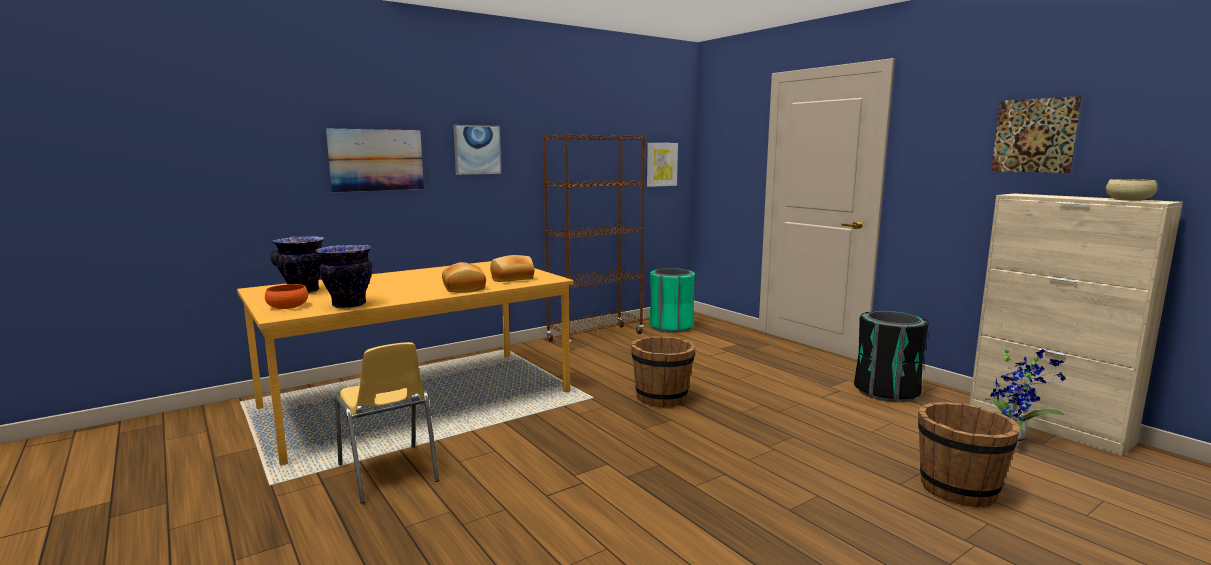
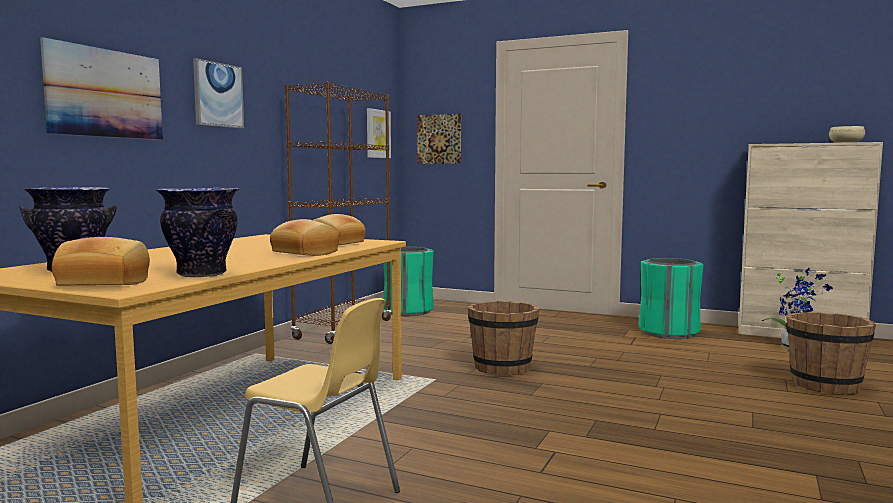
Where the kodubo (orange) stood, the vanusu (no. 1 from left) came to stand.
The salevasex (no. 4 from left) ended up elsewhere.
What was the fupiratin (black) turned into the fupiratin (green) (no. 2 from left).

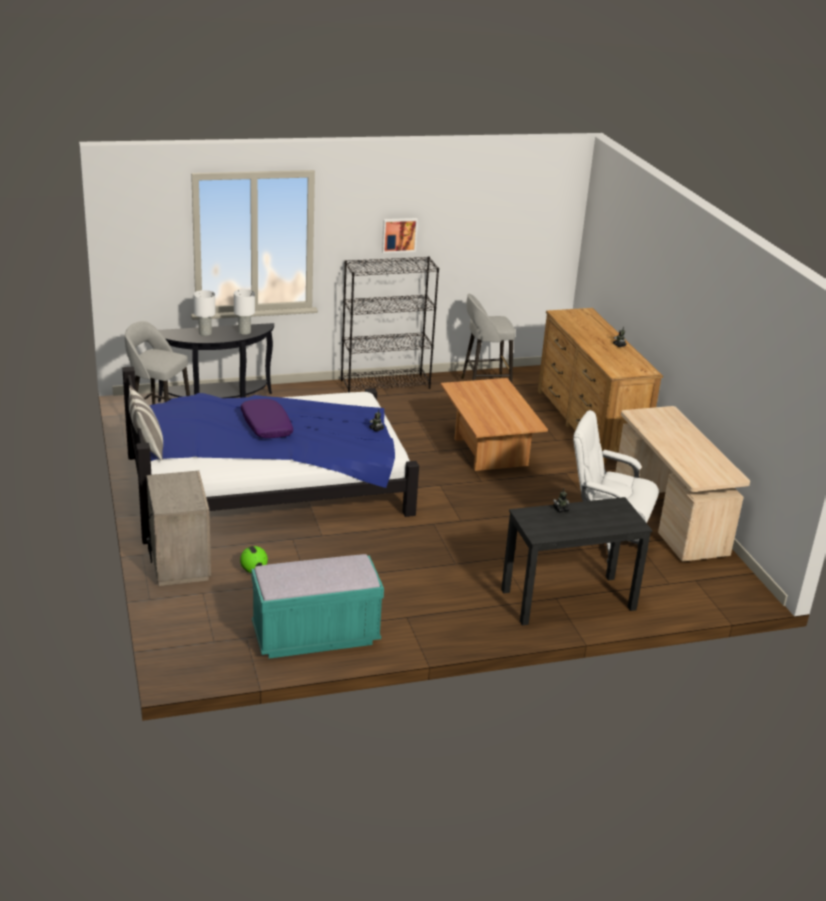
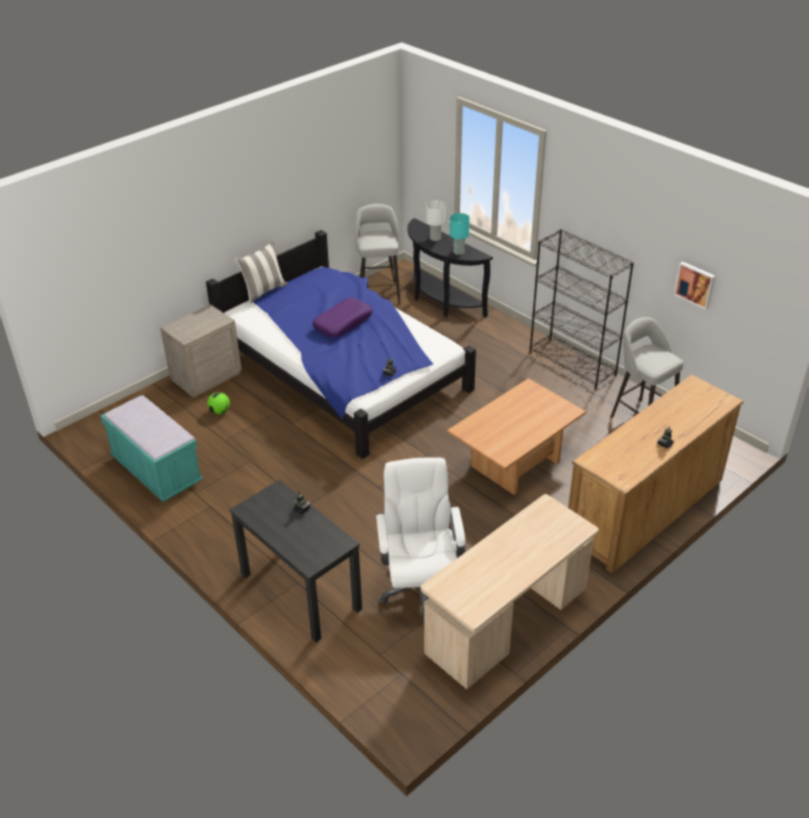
What was the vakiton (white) (no. 2 from left) turned into the vakiton (turquoise).
The salevasex ended up elsewhere.

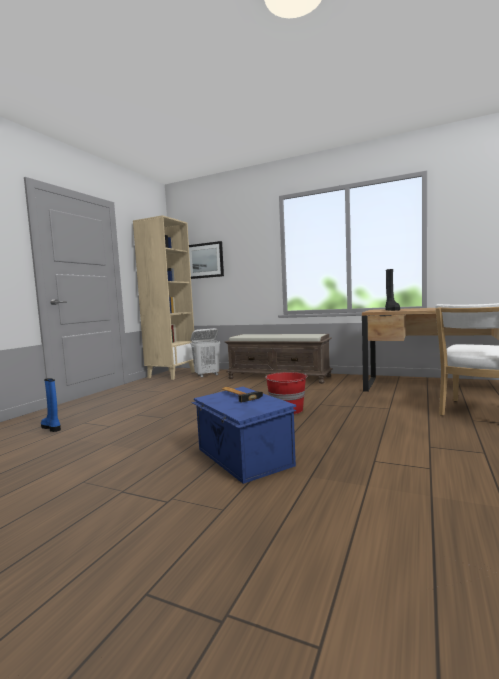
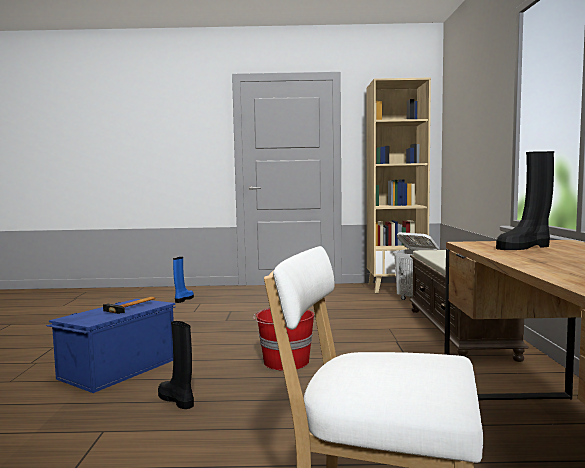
The second view gained the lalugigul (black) (no. 1 from left).
The second view lost the salevasex.

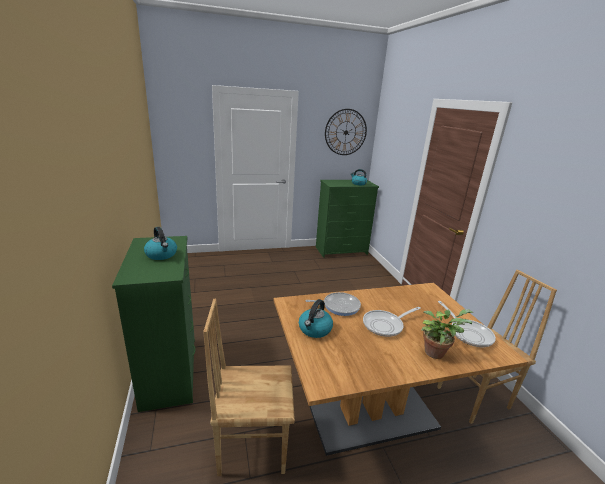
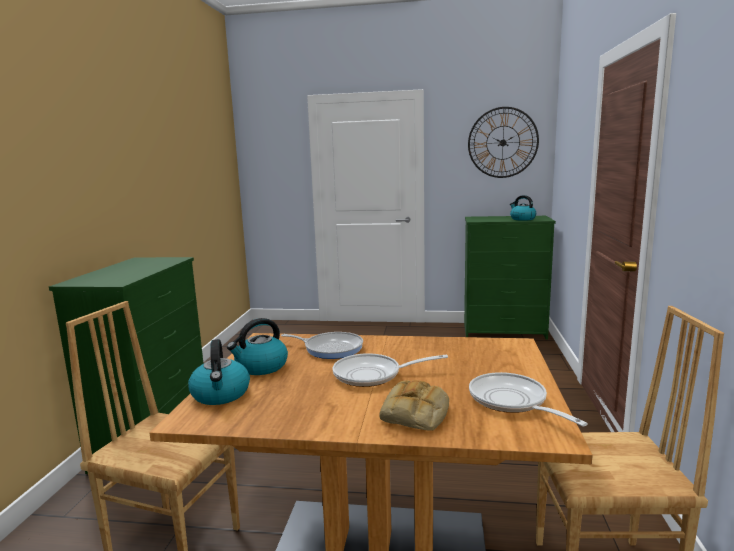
The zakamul (no. 1 from left) ended up elsewhere.
Where the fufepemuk stood, the vanusu came to stand.
The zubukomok (no. 3 from left) ended up facing another way, 150 degrees clockwise from before.

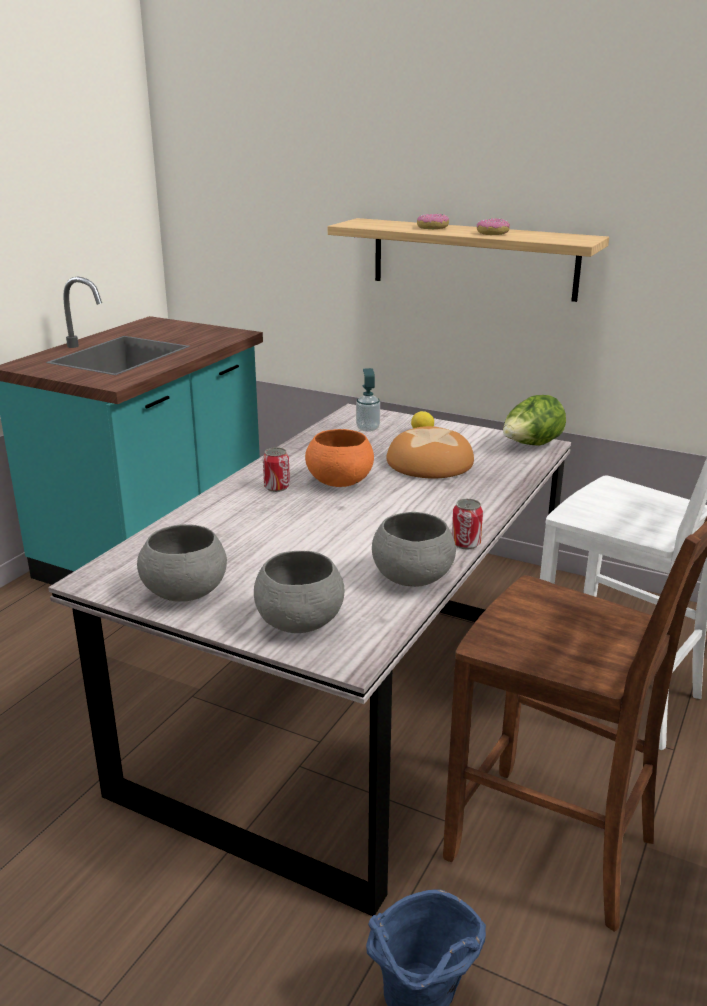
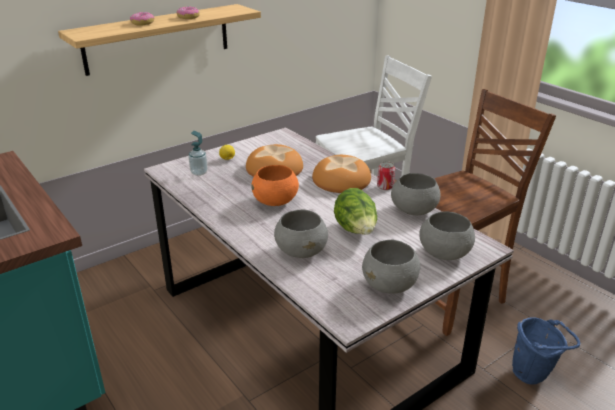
The second view gained the kodubo (grey) (no. 1 from left).
The second view gained the vanusu (no. 2 from left).
The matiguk ended up elsewhere.
The second view lost the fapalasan (no. 1 from left).

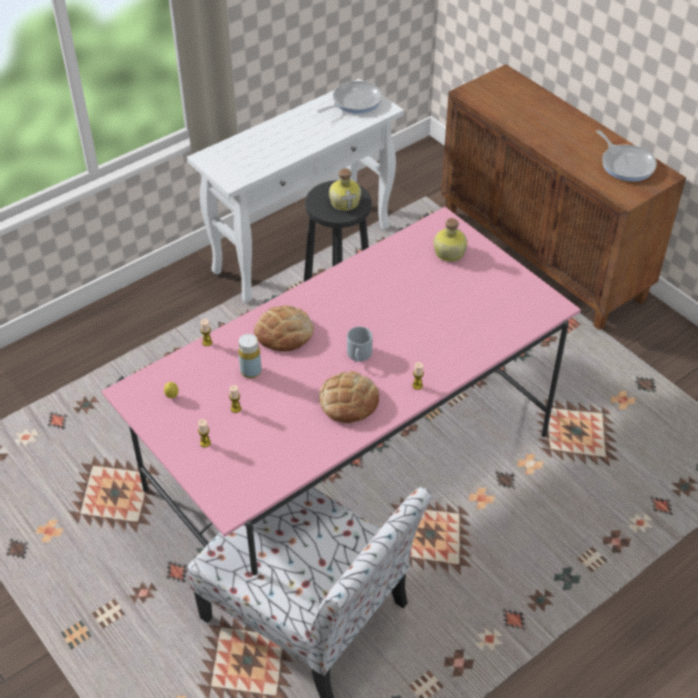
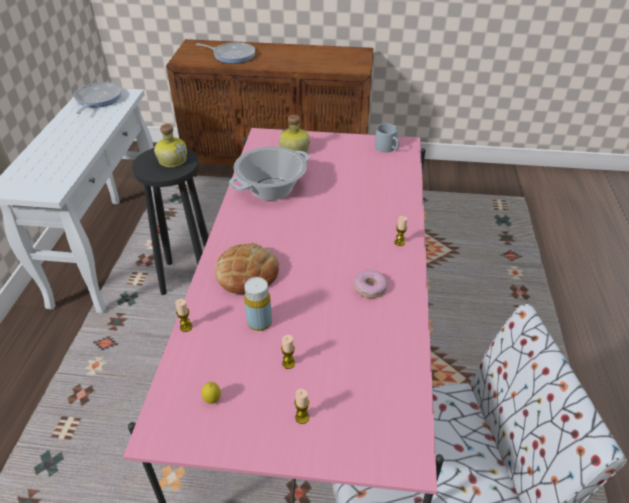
The zubukomok (no. 2 from left) ended up elsewhere.
The second view gained the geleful.
Where the vanusu (no. 2 from left) stood, the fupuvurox came to stand.
The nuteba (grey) ended up elsewhere.

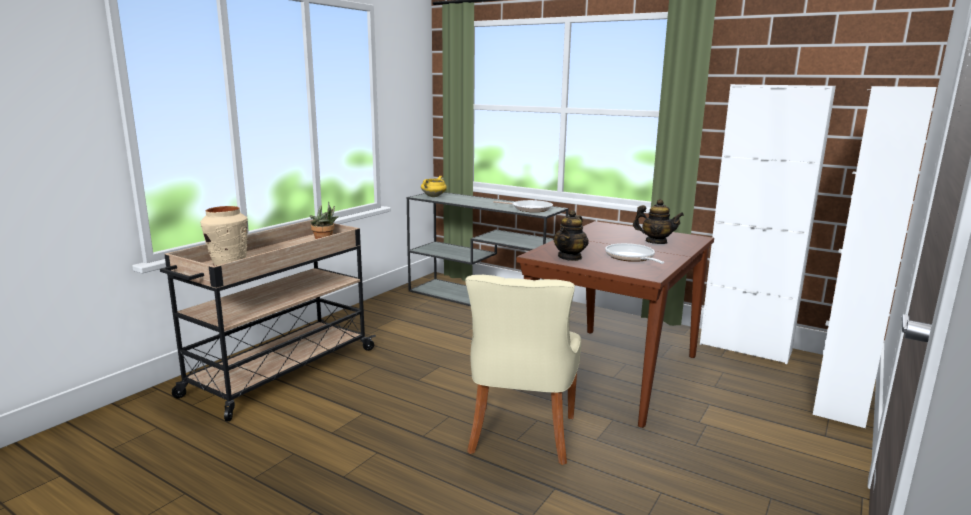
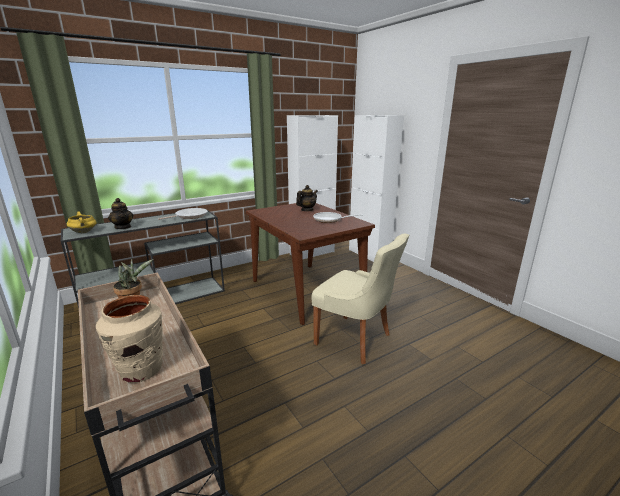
The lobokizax (no. 1 from left) ended up elsewhere.

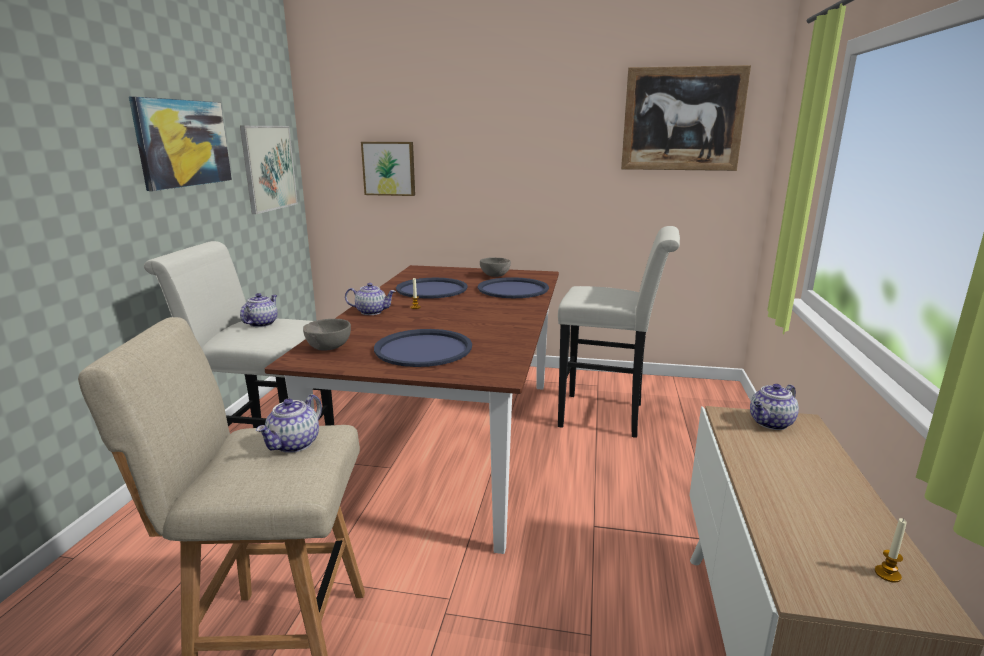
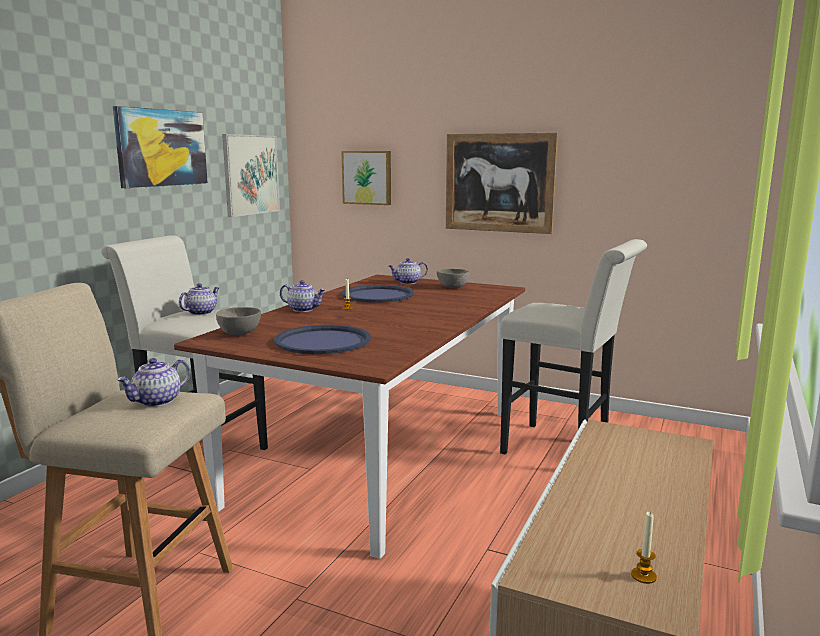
The lobokizax (no. 4 from left) ended up elsewhere.
The salevasex (no. 4 from left) ended up elsewhere.
The second view lost the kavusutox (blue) (no. 3 from left).

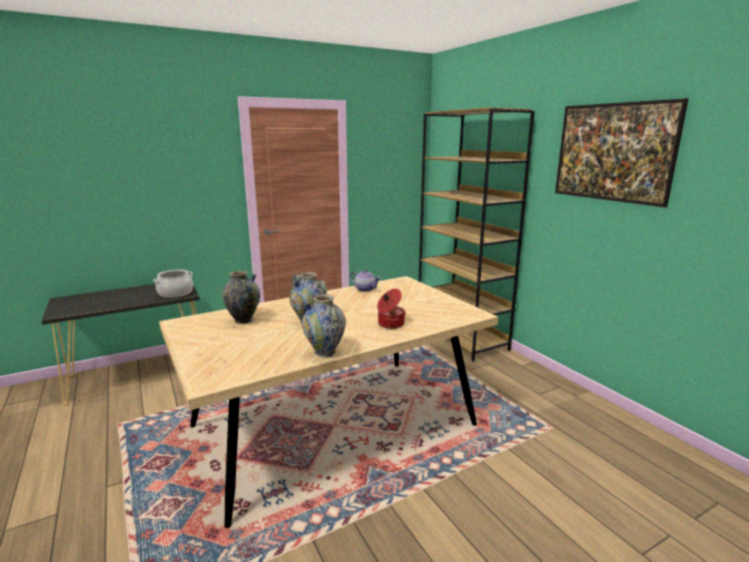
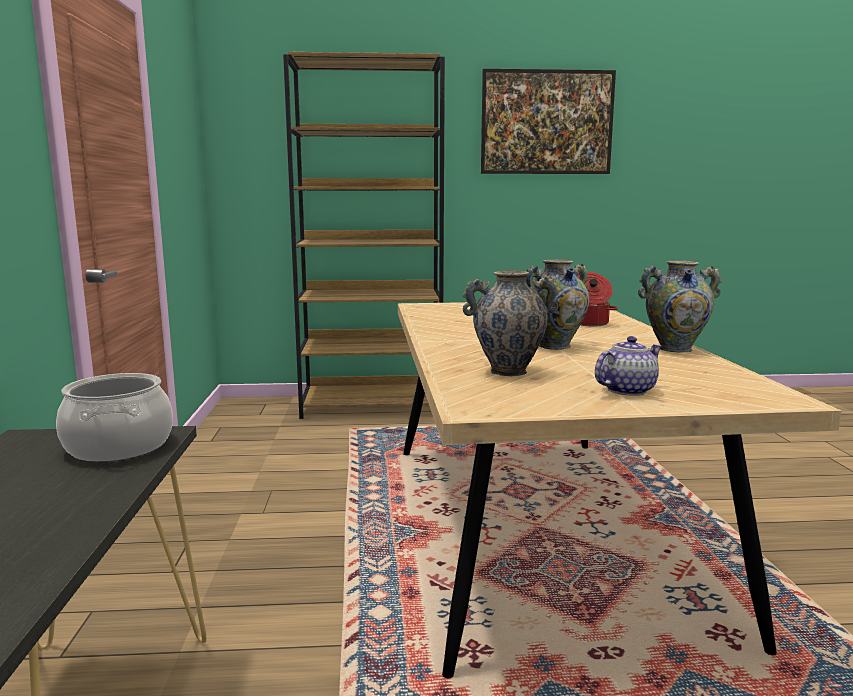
The lobokizax ended up elsewhere.

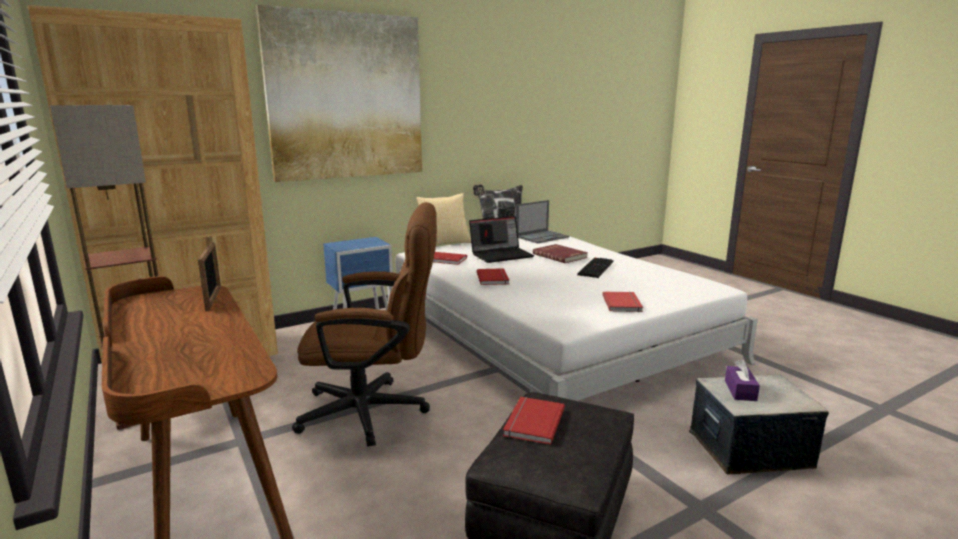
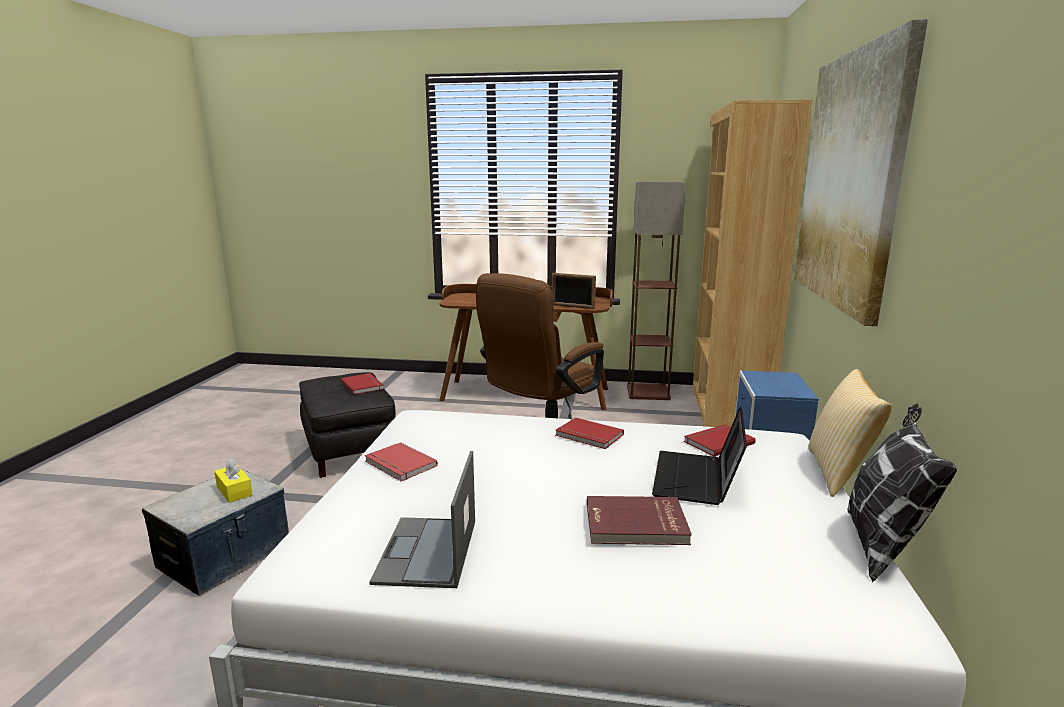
What was the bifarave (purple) turned into the bifarave (yellow).
The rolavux (no. 2 from left in the first image) ended up elsewhere.
The second view lost the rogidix.

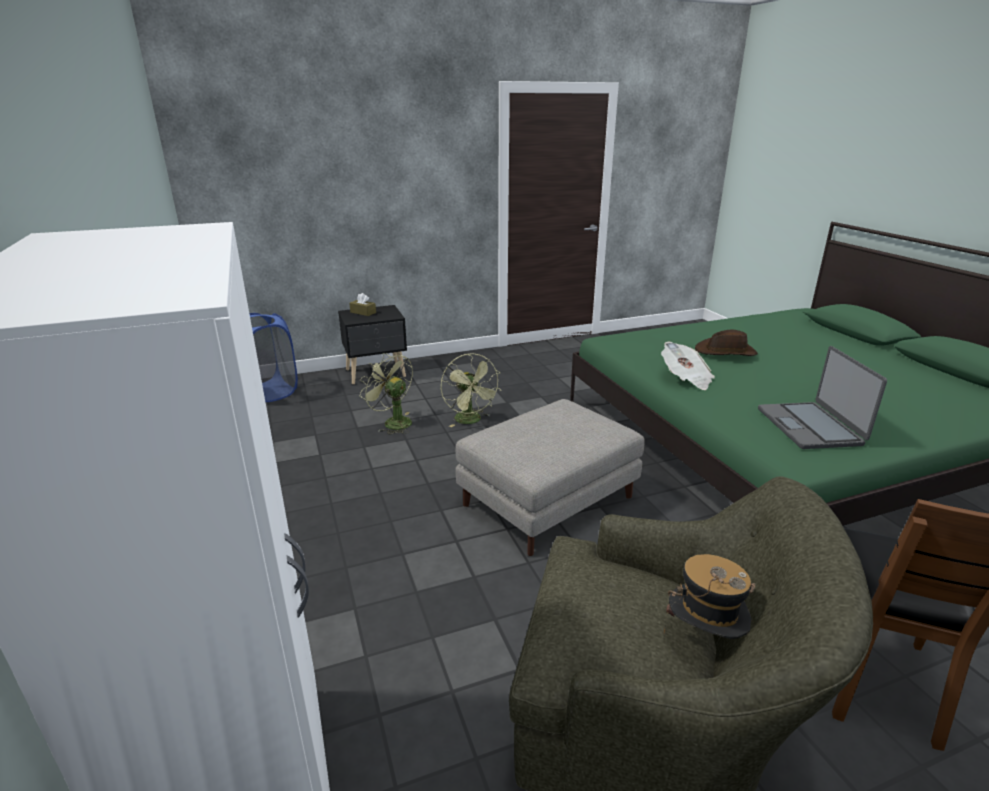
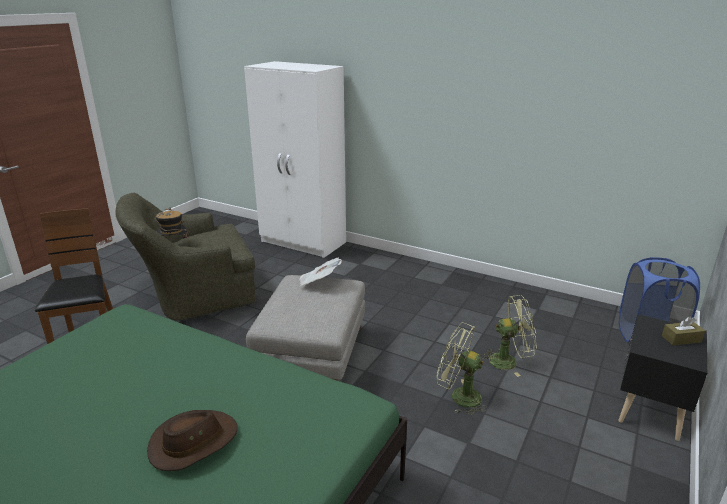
The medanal ended up elsewhere.
The second view lost the rolavux.

